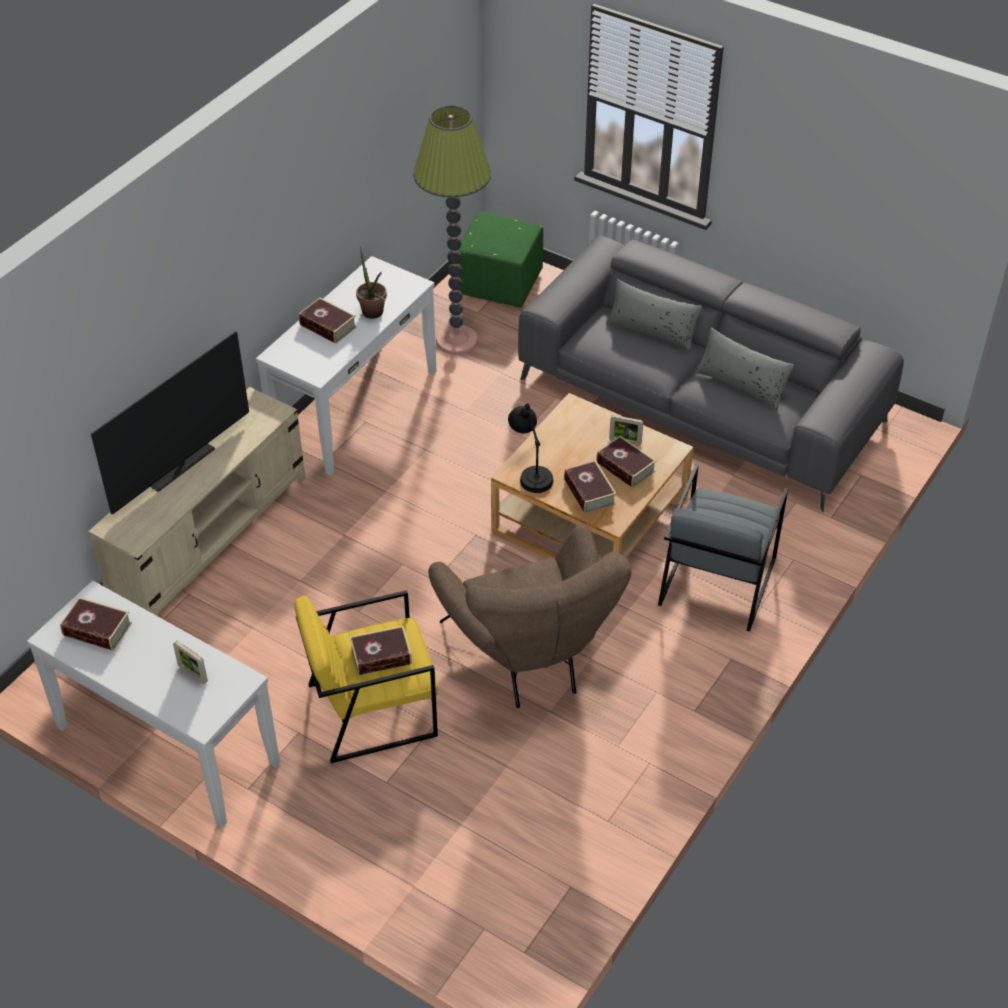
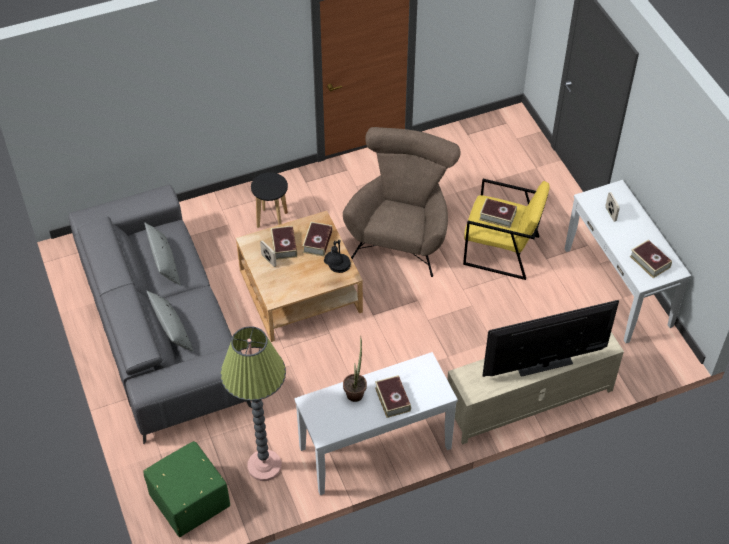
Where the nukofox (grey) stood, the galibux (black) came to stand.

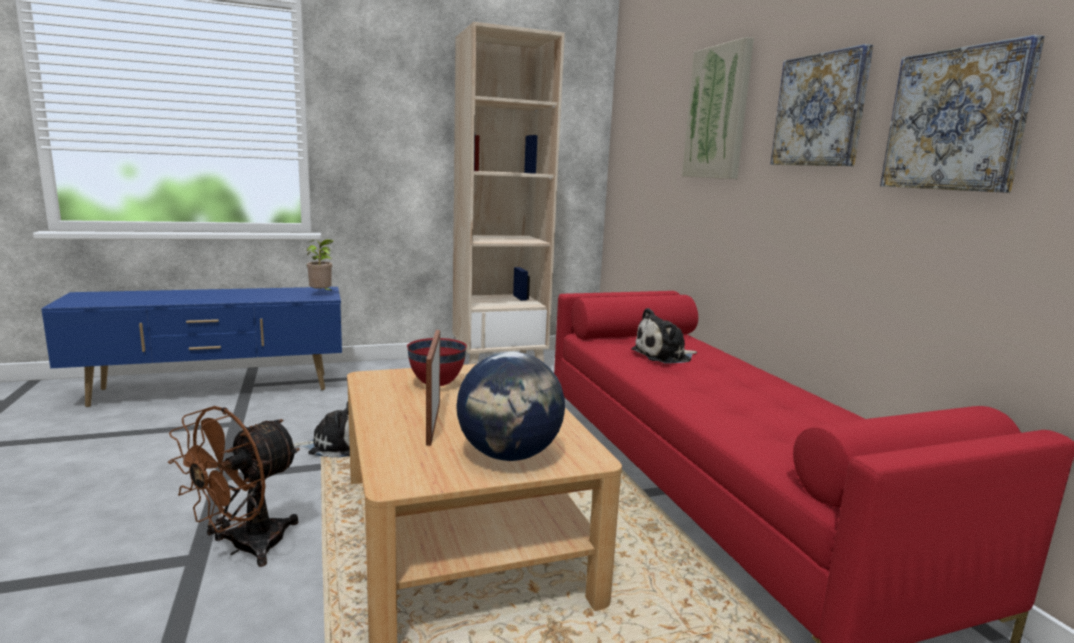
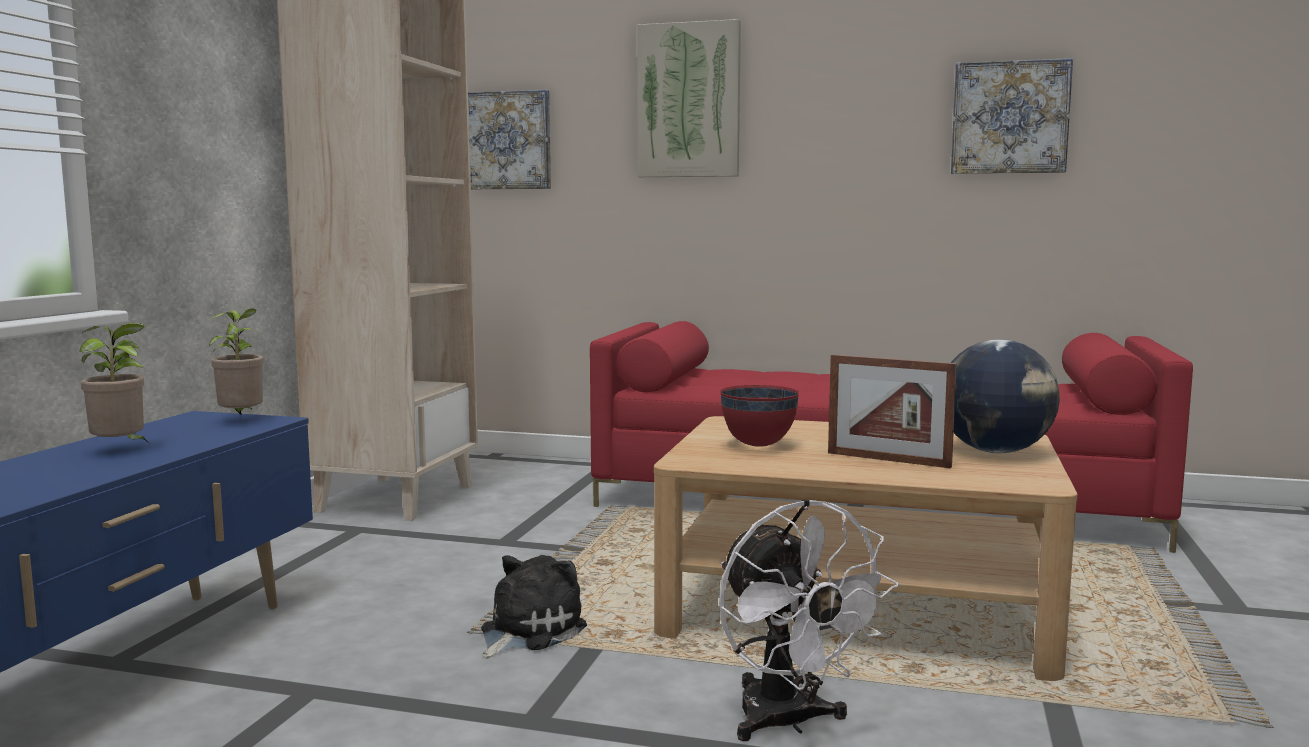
The second view gained the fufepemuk (no. 1 from left).
The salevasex (no. 2 from left in the first image) ended up elsewhere.
What was the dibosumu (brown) turned into the dibosumu (white).
The second view lost the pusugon (no. 2 from left).

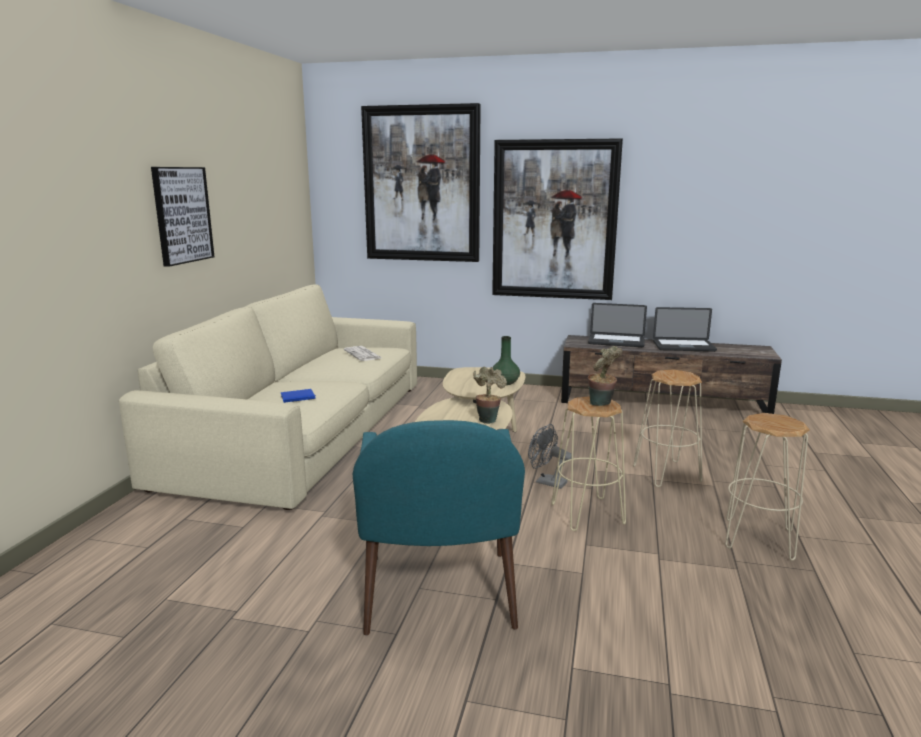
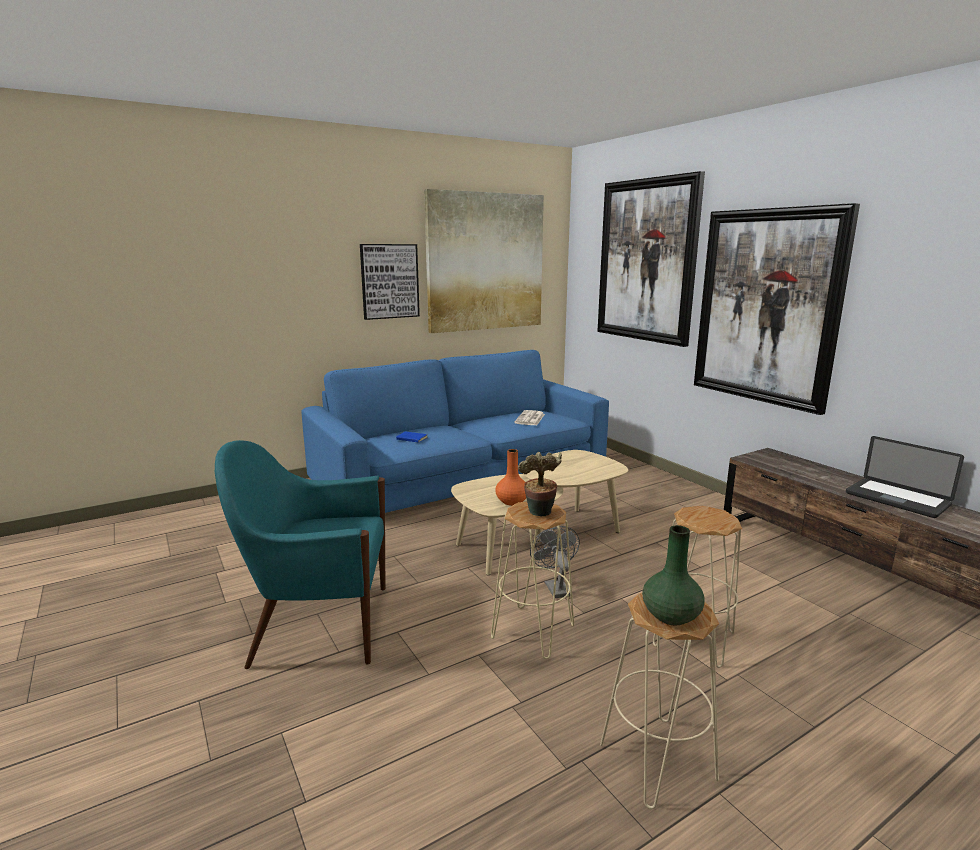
The nukofox (turquoise) ended up facing another way, 45 degrees clockwise from before.
What was the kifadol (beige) turned into the kifadol (blue).
The second view gained the salevasex (no. 2 from left).
Where the fufepemuk (no. 1 from left) stood, the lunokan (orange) came to stand.
The lunokan (green) ended up elsewhere.
The second view lost the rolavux (no. 1 from left).

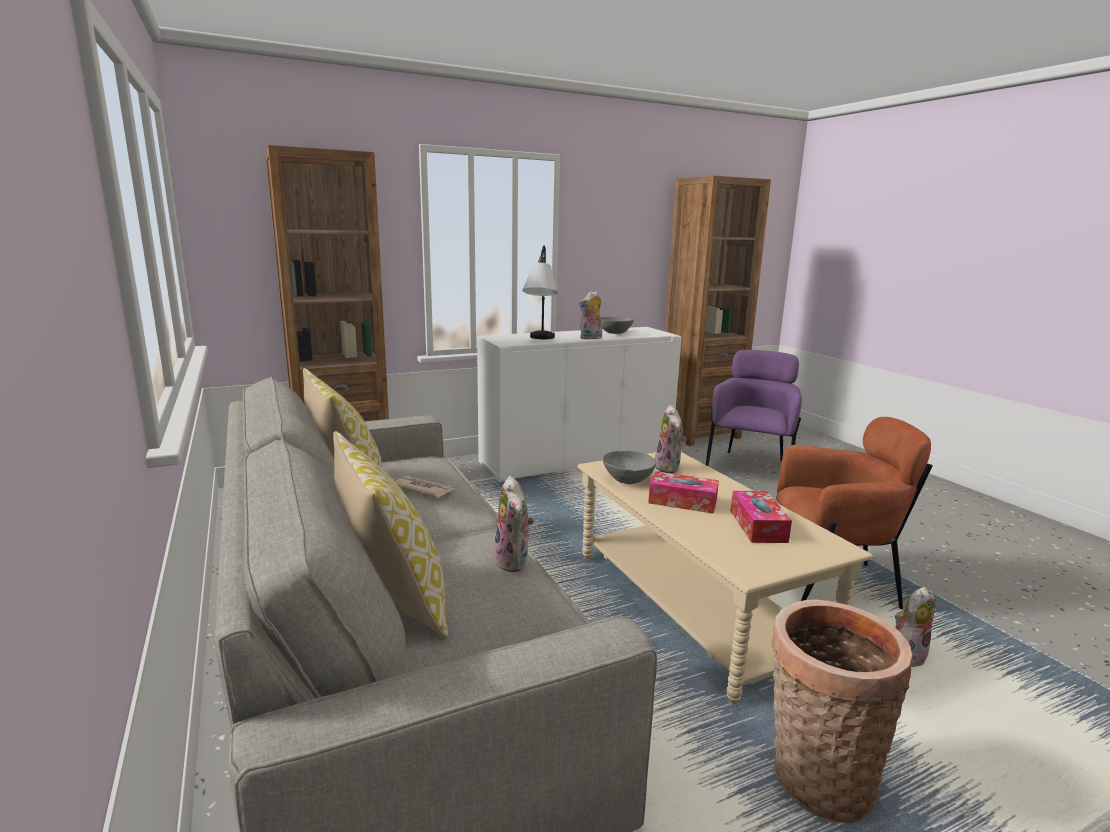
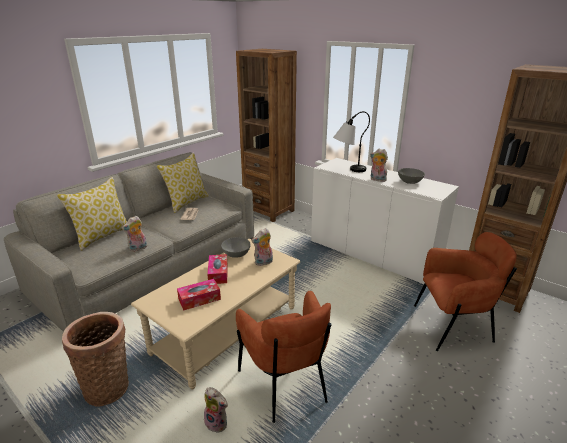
What was the nukofox (purple) turned into the nukofox (brown) (no. 2 from left).

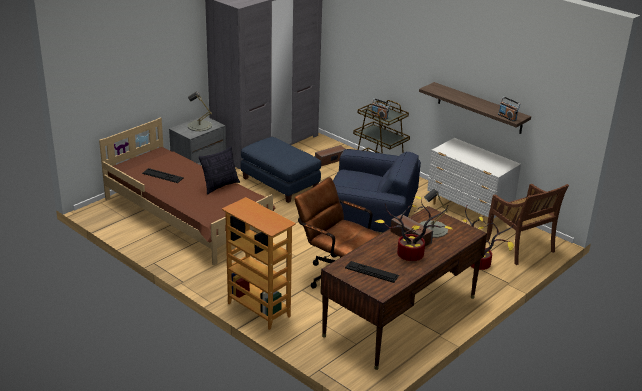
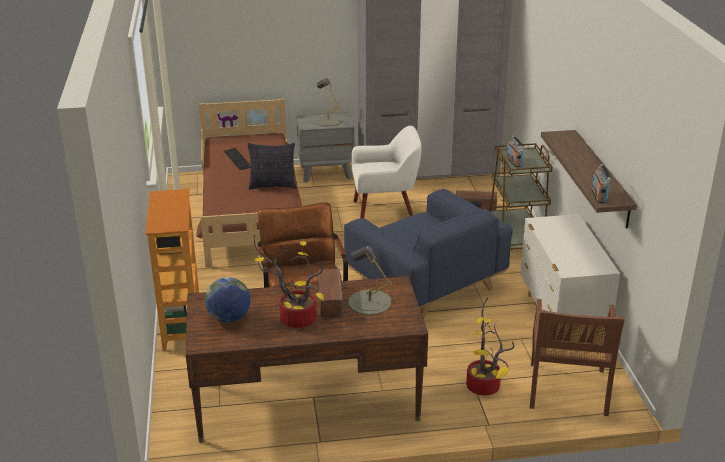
Where the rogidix (no. 2 from left) stood, the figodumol came to stand.
Where the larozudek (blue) stood, the nukofox (white) came to stand.

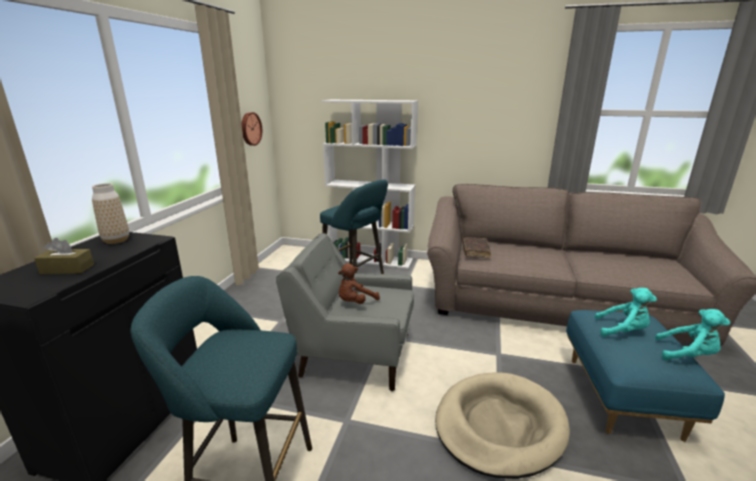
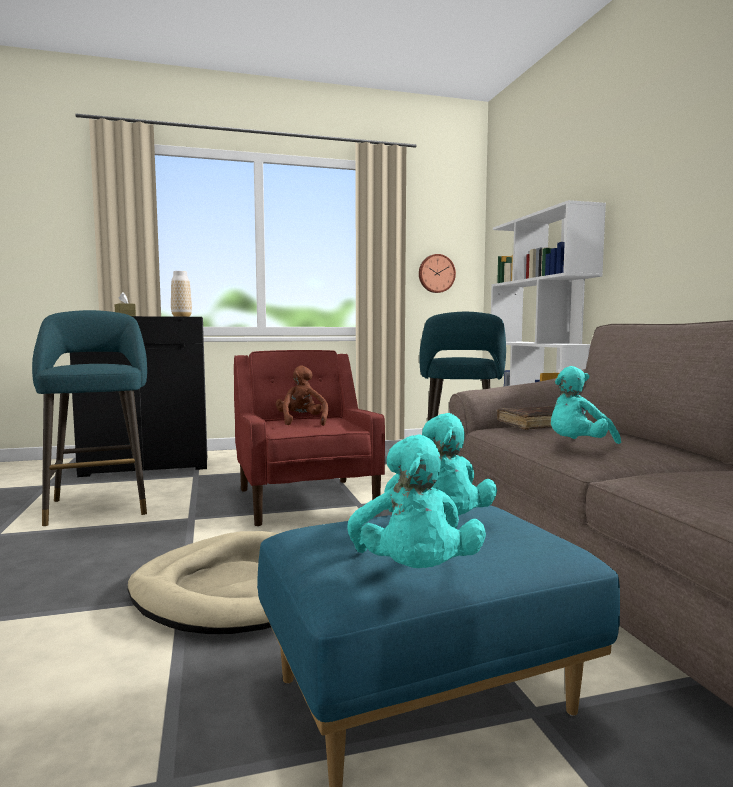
What was the nukofox (grey) turned into the nukofox (red).
The pusugon (brown) ended up facing another way, 60 degrees clockwise from before.
The second view gained the pusugon (turquoise) (no. 3 from left).

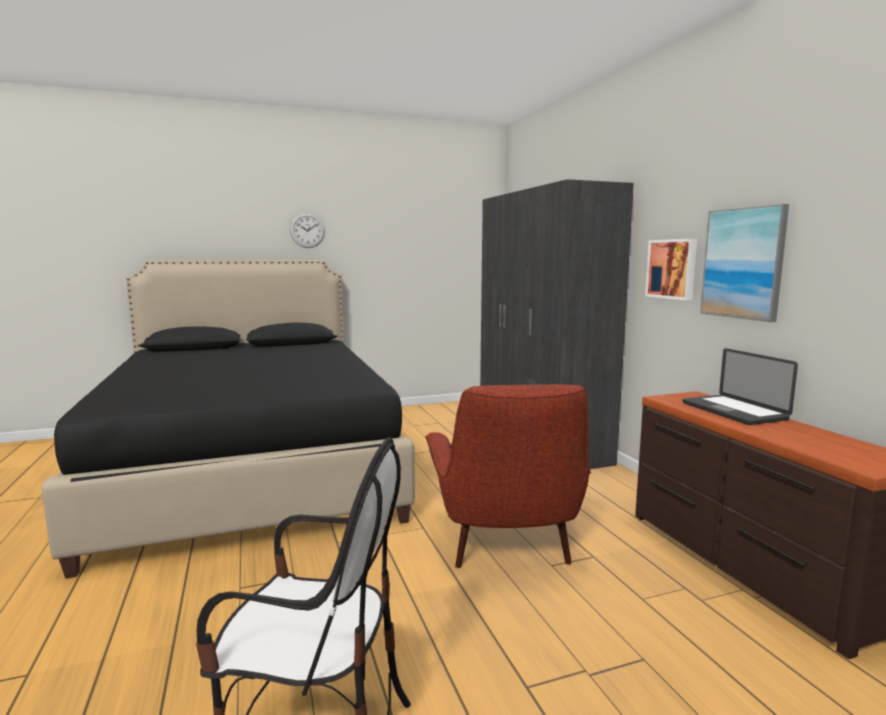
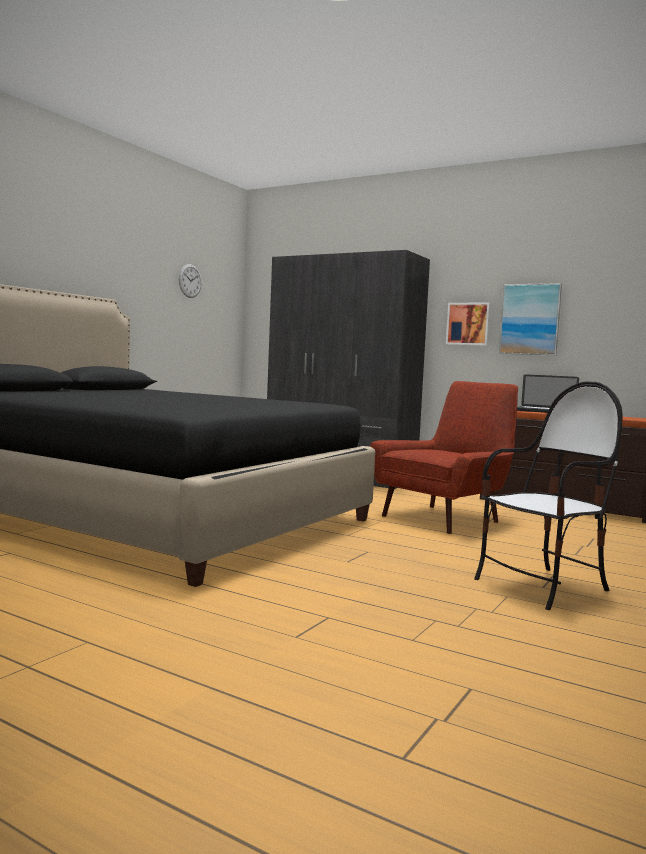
The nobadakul ended up elsewhere.
The nukofox (red) ended up facing another way, 90 degrees counterclockwise from before.

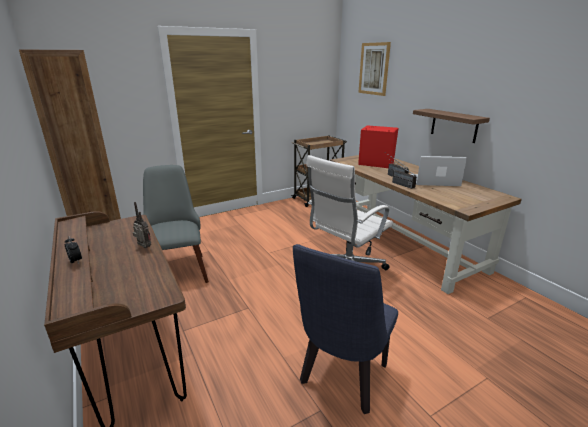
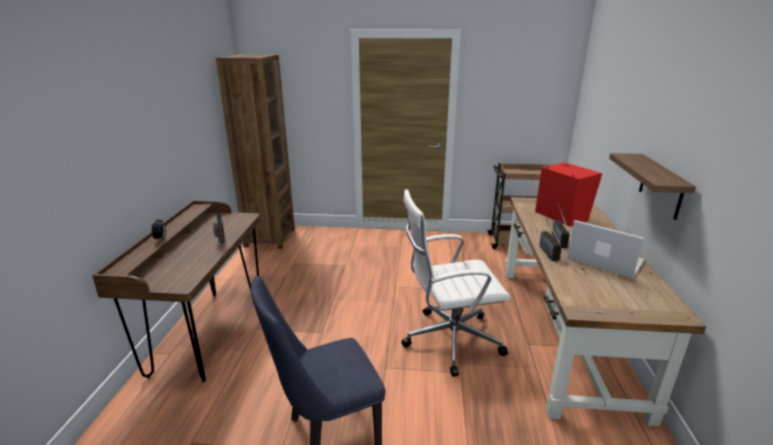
The second view lost the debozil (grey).
The second view lost the salevasex.

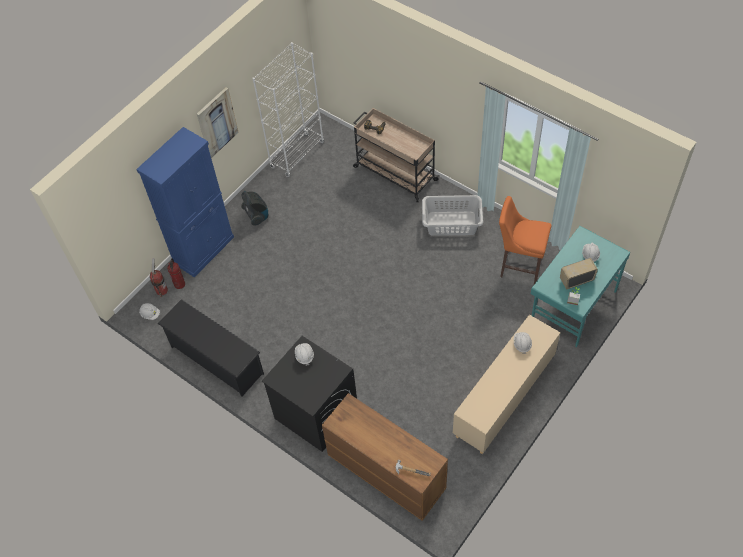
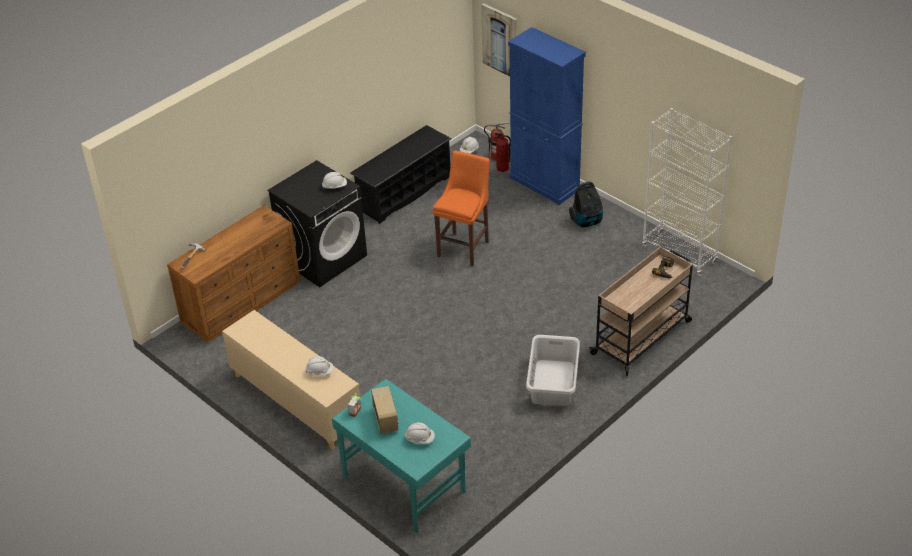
The galibux (orange) ended up elsewhere.
The salevasex ended up elsewhere.

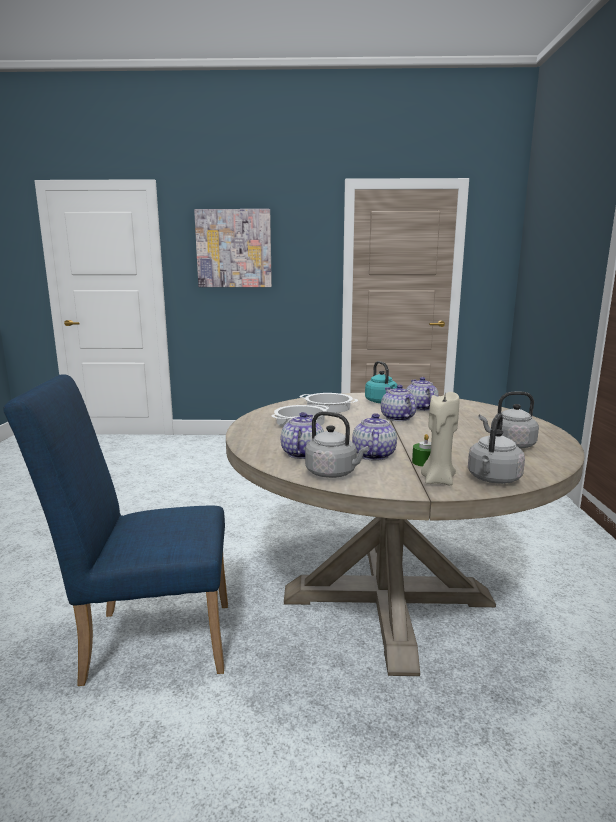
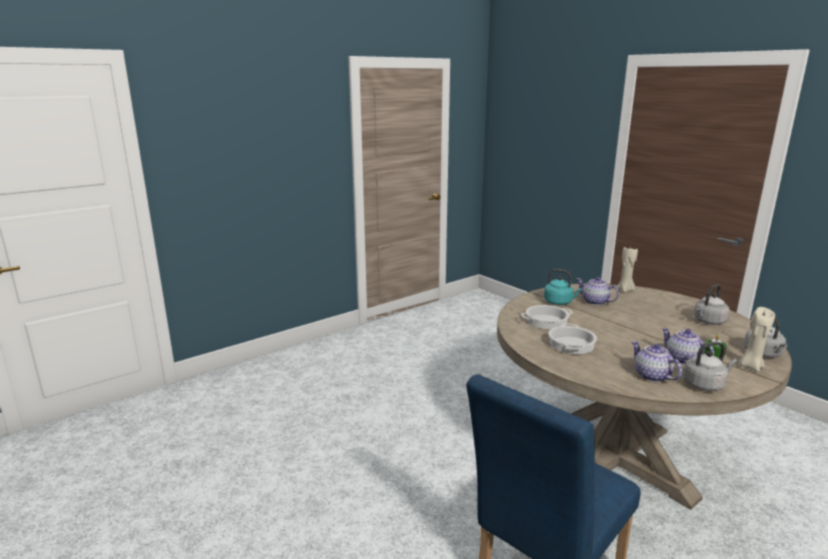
The second view gained the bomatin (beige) (no. 1 from left).
The second view lost the salevasex.
The second view lost the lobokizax (no. 3 from left).

